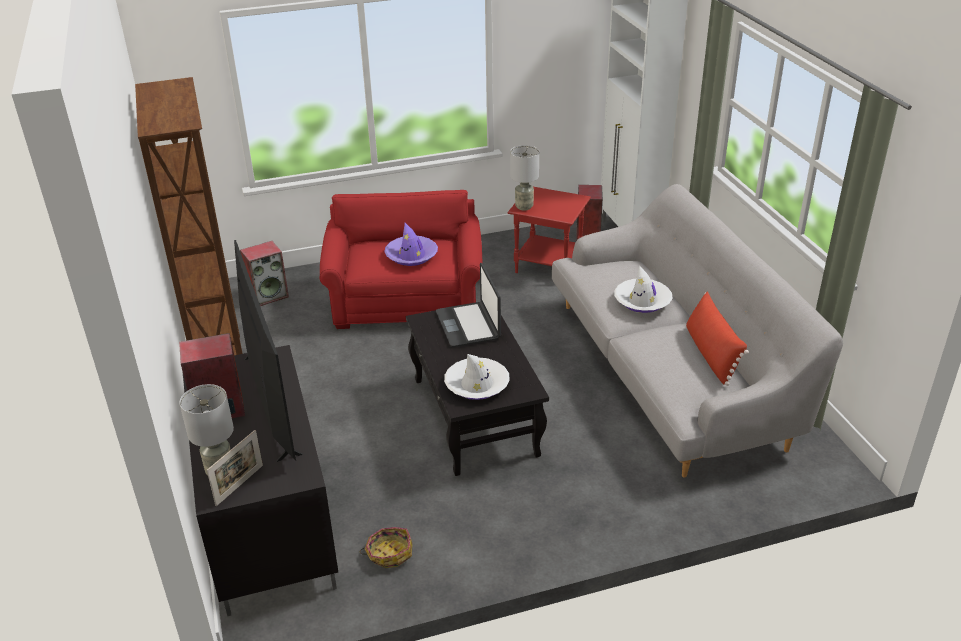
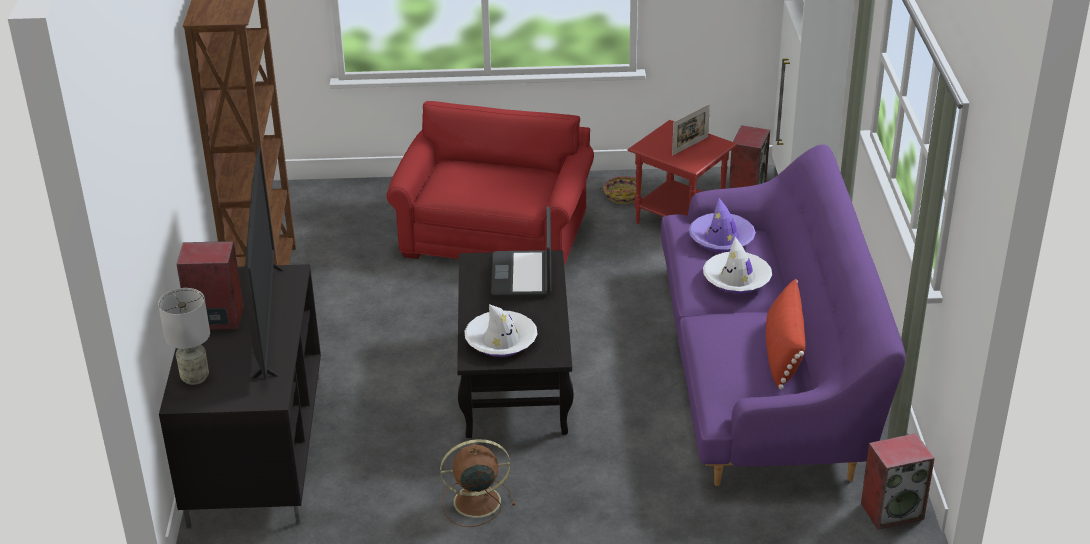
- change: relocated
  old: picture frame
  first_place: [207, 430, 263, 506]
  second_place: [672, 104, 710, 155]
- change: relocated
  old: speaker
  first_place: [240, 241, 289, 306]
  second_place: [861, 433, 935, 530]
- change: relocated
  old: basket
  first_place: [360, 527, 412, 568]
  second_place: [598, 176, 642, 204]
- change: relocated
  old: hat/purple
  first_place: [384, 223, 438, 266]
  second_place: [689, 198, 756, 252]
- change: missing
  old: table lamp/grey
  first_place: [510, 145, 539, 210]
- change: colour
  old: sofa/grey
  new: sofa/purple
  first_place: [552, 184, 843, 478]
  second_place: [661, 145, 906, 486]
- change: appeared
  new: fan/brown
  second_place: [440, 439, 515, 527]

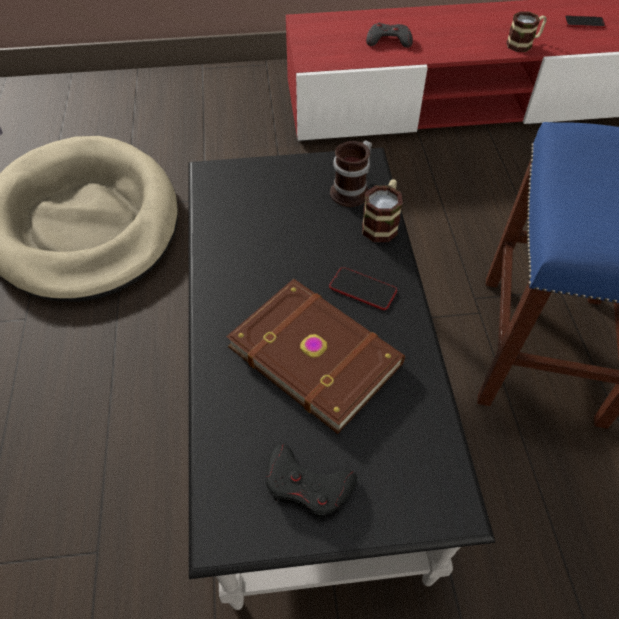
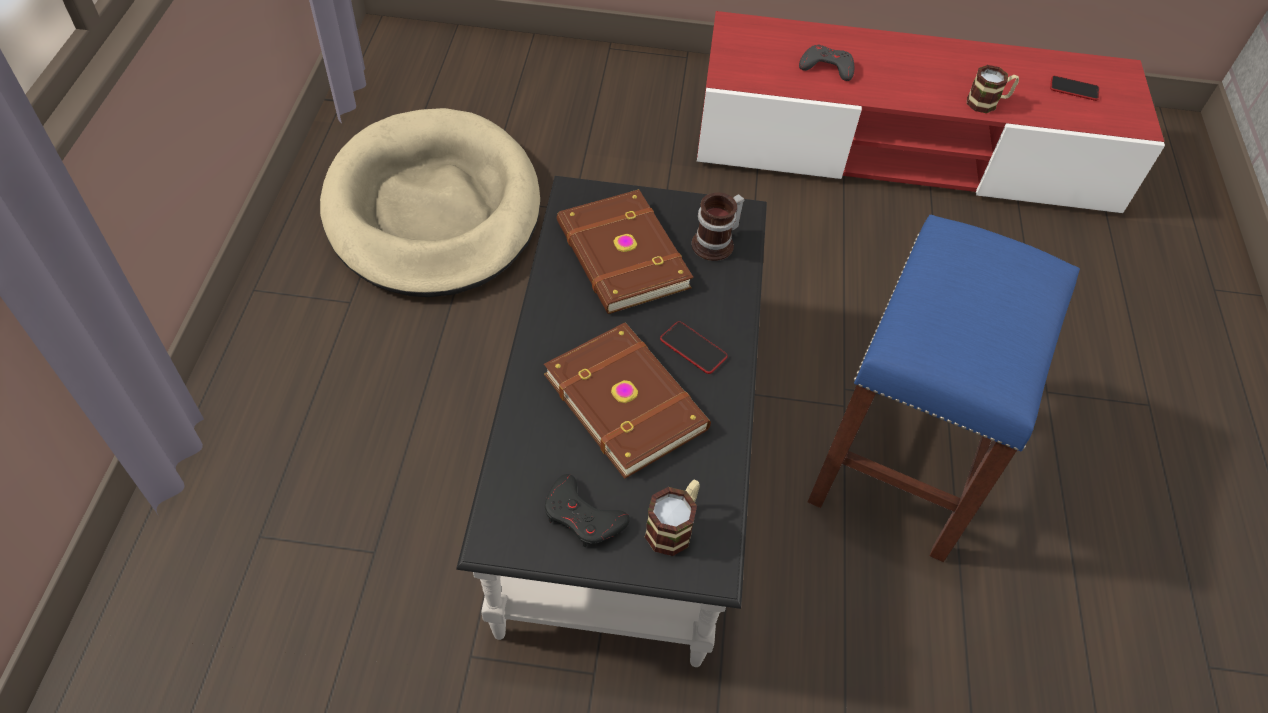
- change: relocated
  old: mug
  first_place: [362, 179, 403, 242]
  second_place: [645, 480, 700, 556]
- change: appeared
  new: book/brown
  second_place: [557, 189, 693, 314]

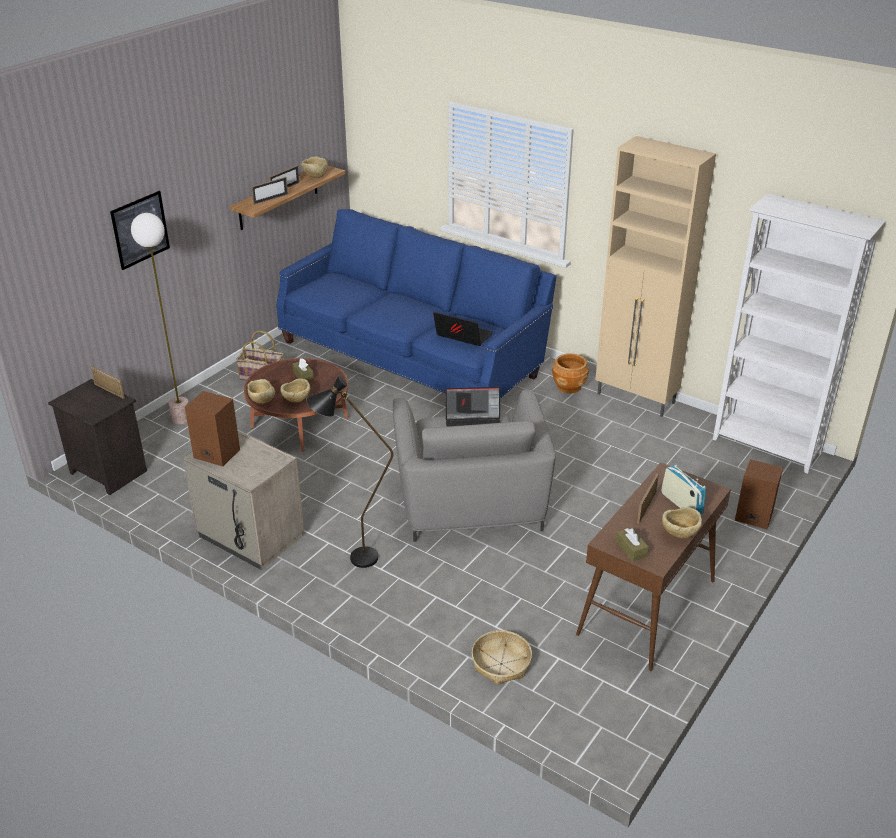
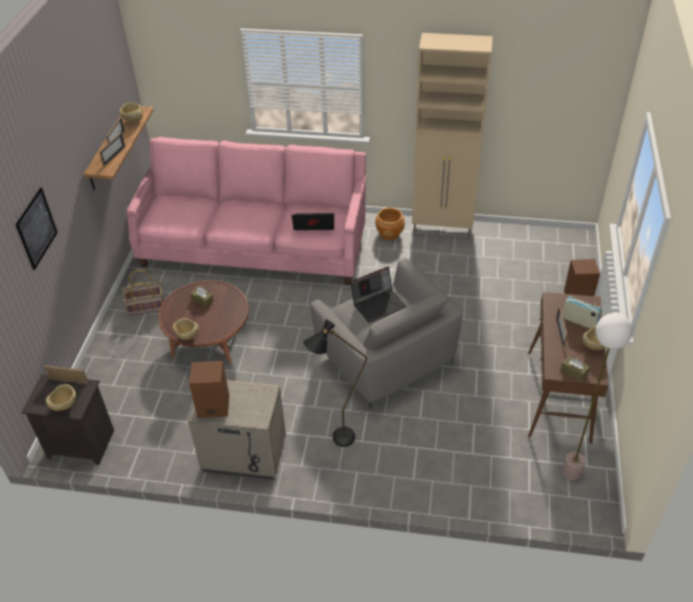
- change: relocated
  old: floor lamp
  first_place: [131, 213, 189, 424]
  second_place: [562, 313, 633, 480]
- change: colour
  old: sofa/blue
  new: sofa/pink
  first_place: [276, 209, 557, 399]
  second_place: [126, 137, 367, 285]
- change: relocated
  old: bowl/beige
  first_place: [281, 379, 310, 402]
  second_place: [46, 384, 76, 411]
- change: missing
  old: basket
  first_place: [472, 630, 532, 685]
- change: missing
  old: bookcase/white
  first_place: [713, 193, 886, 474]

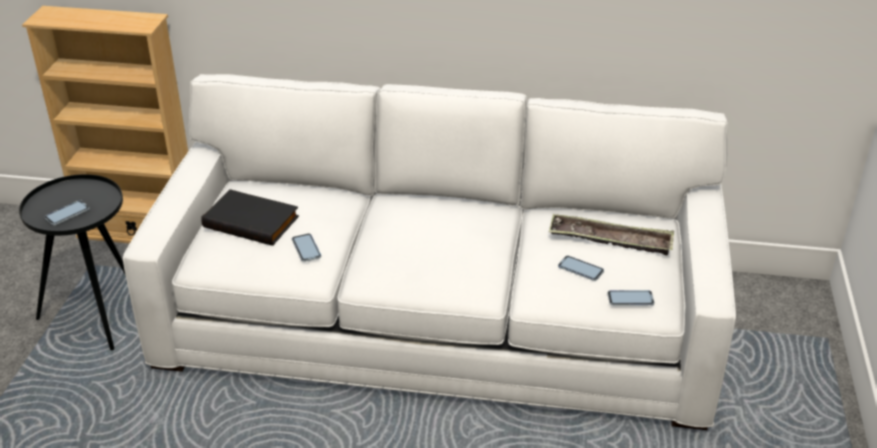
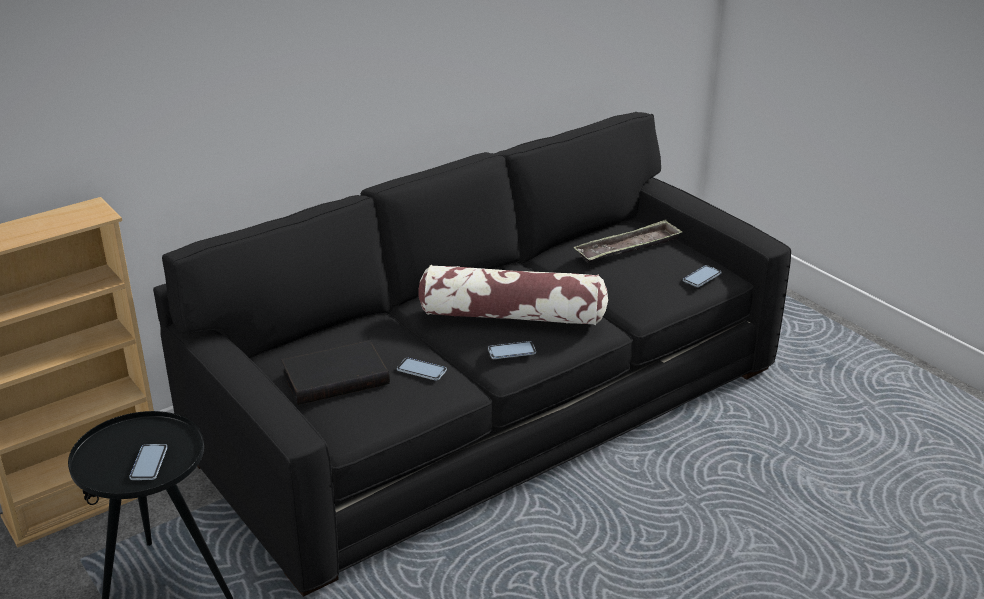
- change: colour
  old: sofa/white
  new: sofa/black
  first_place: [123, 74, 736, 430]
  second_place: [153, 112, 791, 597]
- change: relocated
  old: phone
  first_place: [558, 256, 604, 281]
  second_place: [488, 341, 536, 359]
- change: appeared
  new: pillow
  second_place: [418, 265, 608, 325]

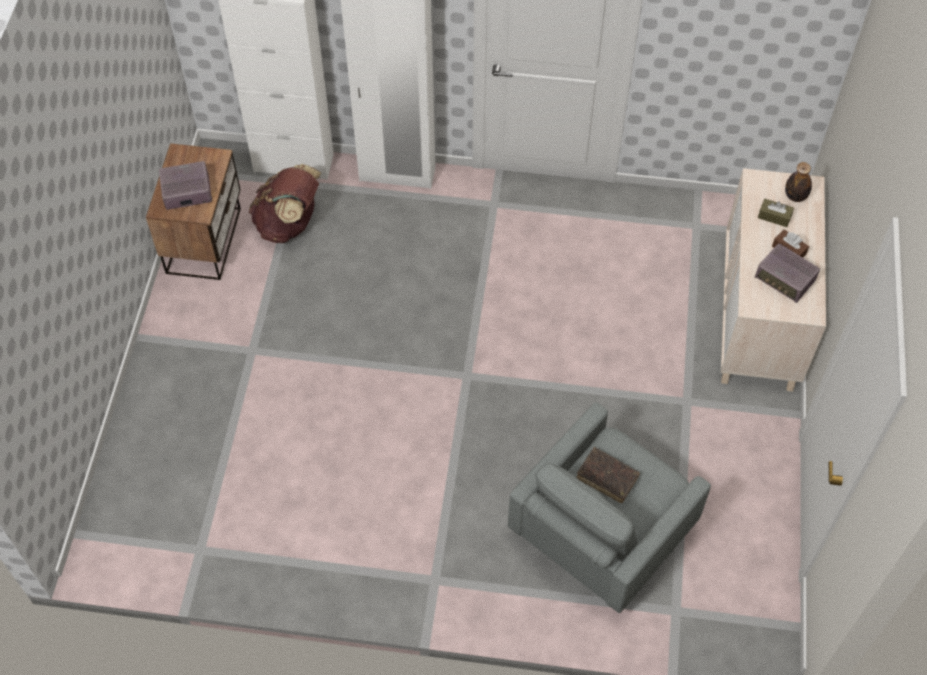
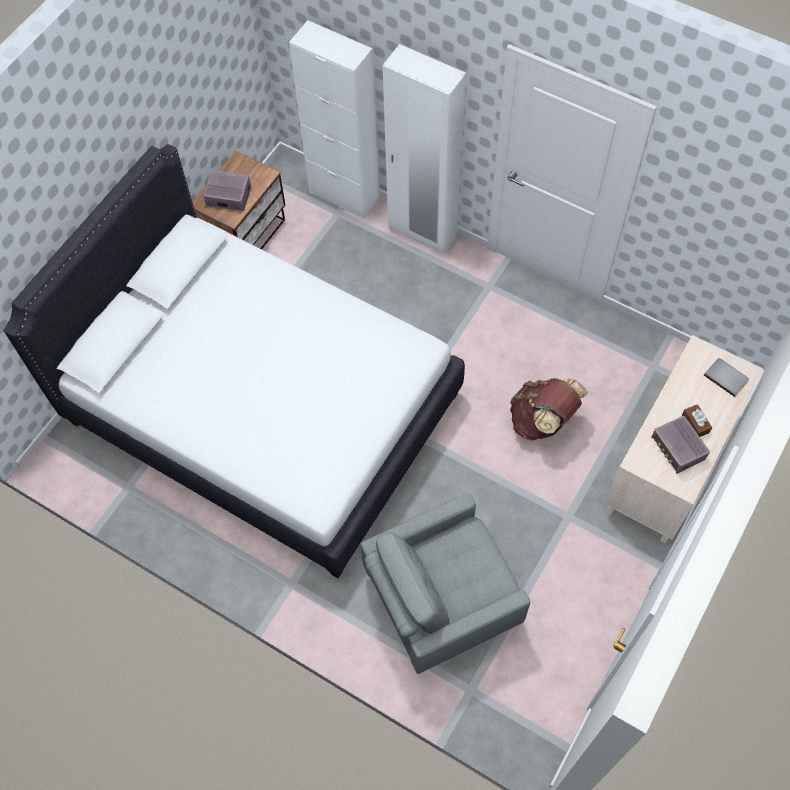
- change: relocated
  old: backpack/brown
  first_place: [249, 164, 321, 243]
  second_place: [510, 378, 588, 440]
- change: missing
  old: book/brown
  first_place: [576, 447, 640, 503]
- change: missing
  old: tissue box/brown
  first_place: [758, 199, 794, 227]
- change: exchanged
  old: bottle
  new: book/grey
  first_place: [785, 162, 812, 202]
  second_place: [704, 358, 749, 397]
- change: appeared
  new: bed/white
  second_place: [3, 144, 465, 578]

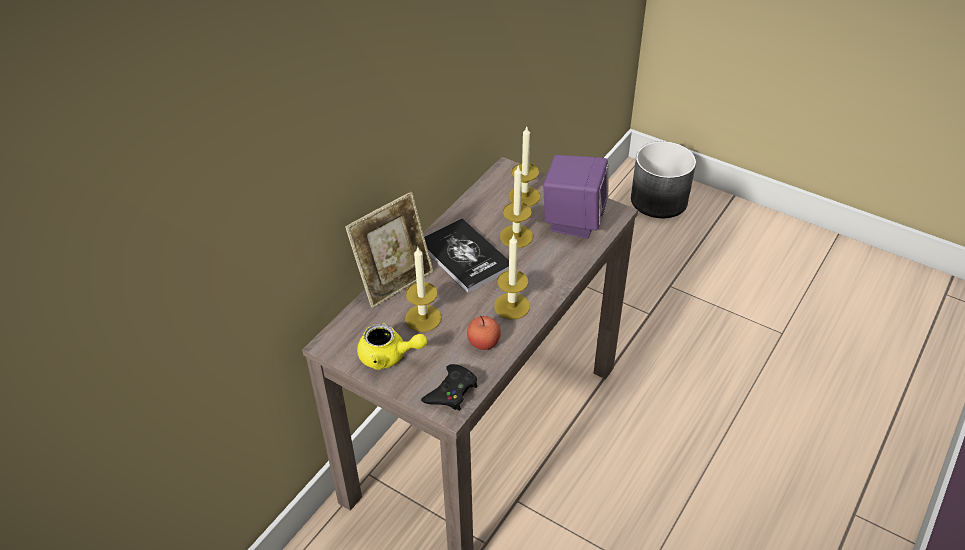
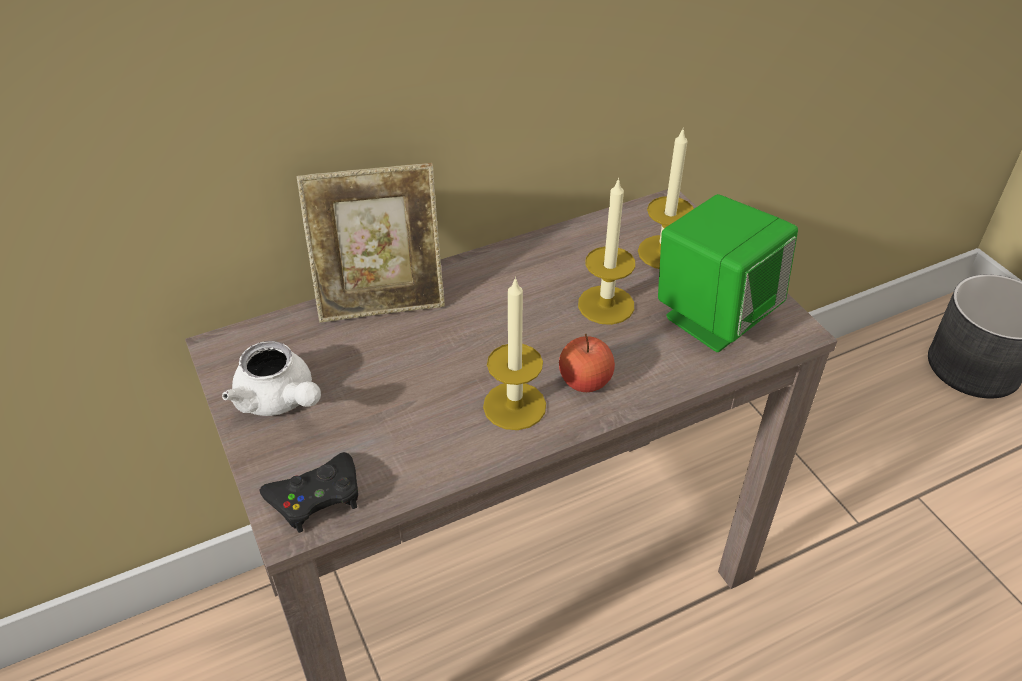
- change: colour
  old: teapot/yellow
  new: teapot/white
  first_place: [357, 323, 427, 370]
  second_place: [222, 341, 321, 416]
- change: missing
  old: candle
  first_place: [405, 247, 442, 332]
- change: missing
  old: book
  first_place: [424, 218, 509, 293]
- change: relocated
  old: apple
  first_place: [467, 316, 501, 350]
  second_place: [559, 334, 615, 392]
- change: colour
  old: speaker/purple
  new: speaker/green
  first_place: [543, 155, 609, 239]
  second_place: [658, 194, 798, 352]

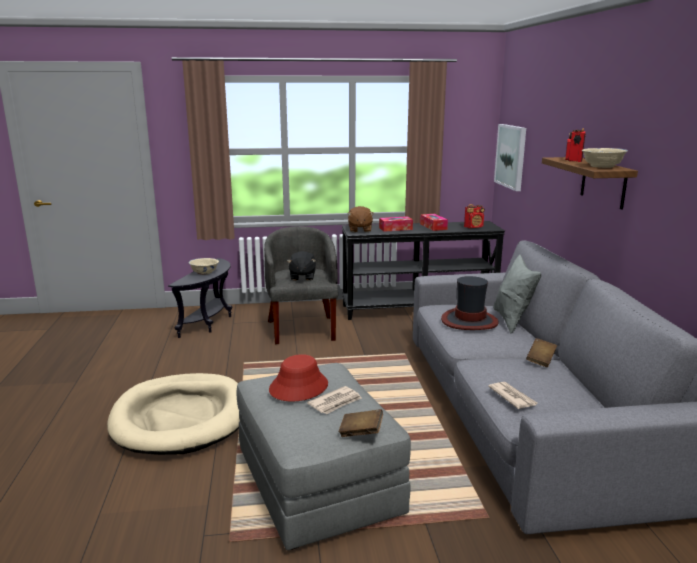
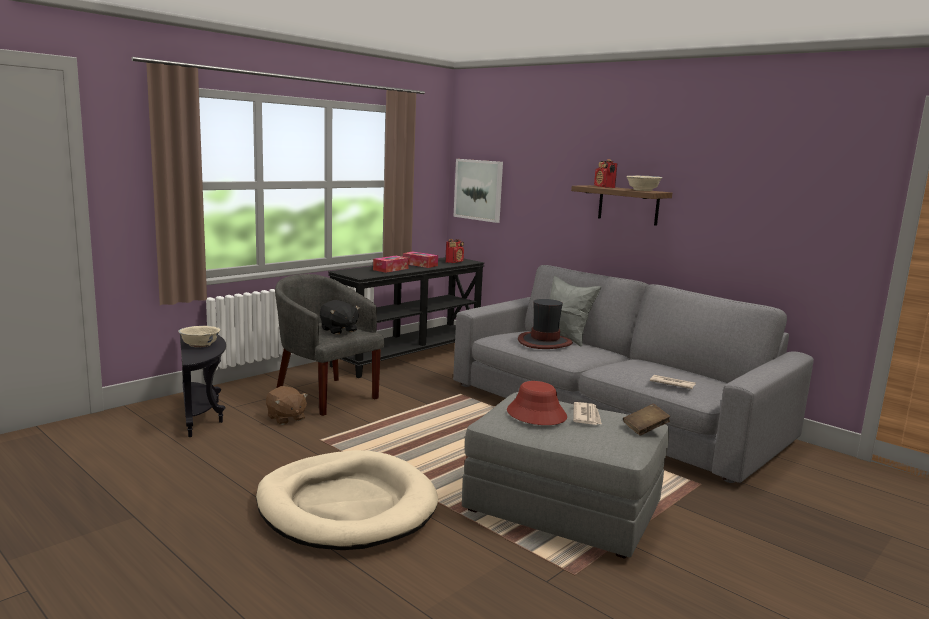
- change: relocated
  old: plush toy/brown
  first_place: [347, 206, 374, 232]
  second_place: [266, 386, 308, 425]
- change: missing
  old: book/brown
  first_place: [526, 338, 557, 367]

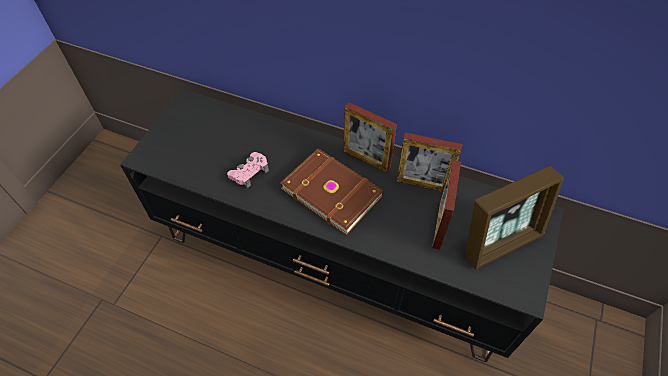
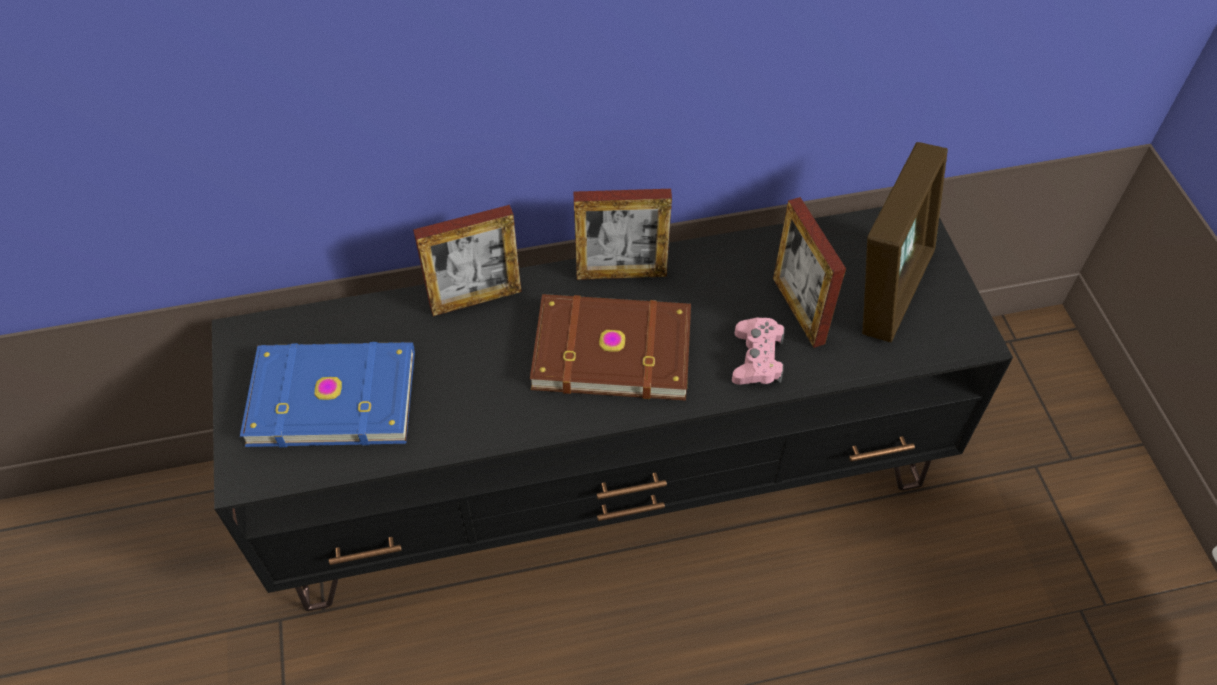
- change: relocated
  old: game controller/pink
  first_place: [227, 152, 269, 188]
  second_place: [732, 318, 785, 385]
- change: relocated
  old: picture frame
  first_place: [396, 133, 463, 192]
  second_place: [413, 205, 522, 316]
- change: appeared
  new: book/blue
  second_place: [240, 342, 415, 447]

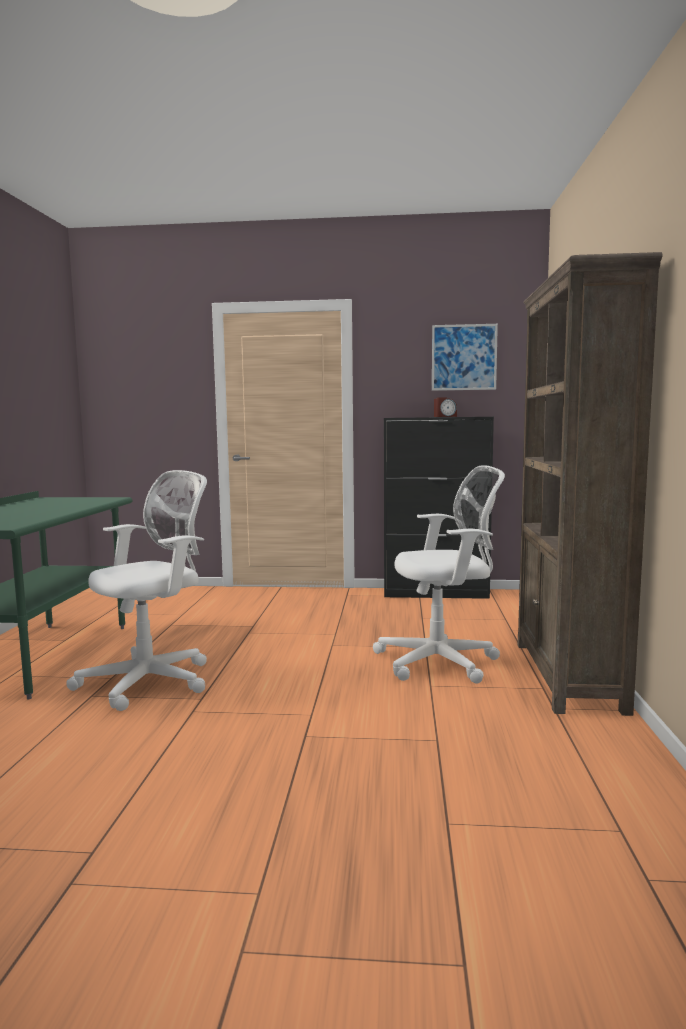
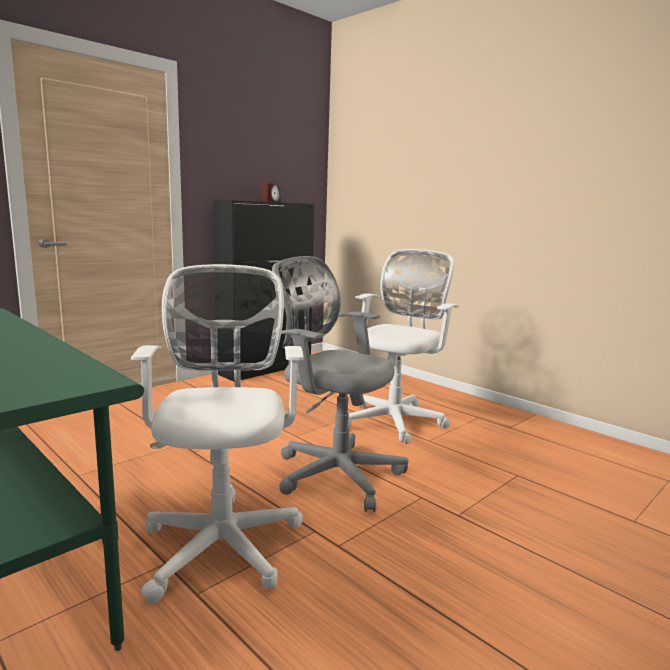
- change: missing
  old: picture
  first_place: [432, 324, 498, 391]
- change: missing
  old: bookcase/brown
  first_place: [518, 252, 663, 716]
- change: appeared
  new: office chair/grey
  second_place: [272, 256, 409, 512]

